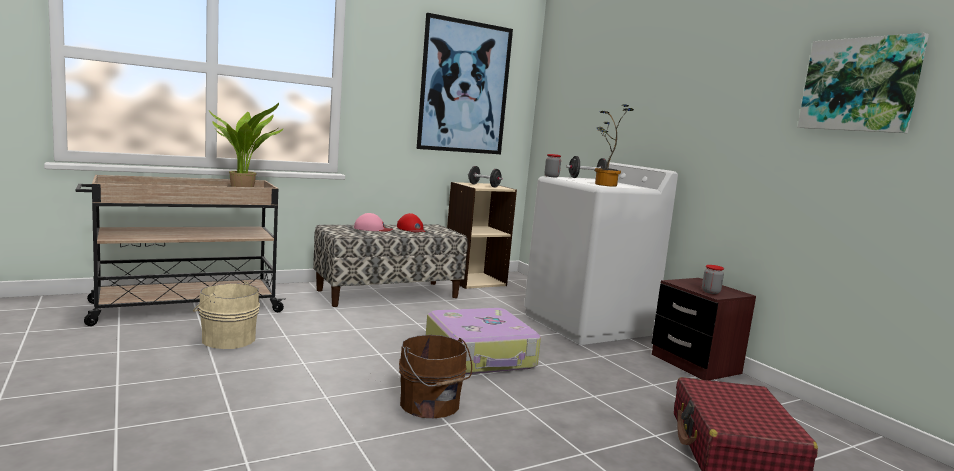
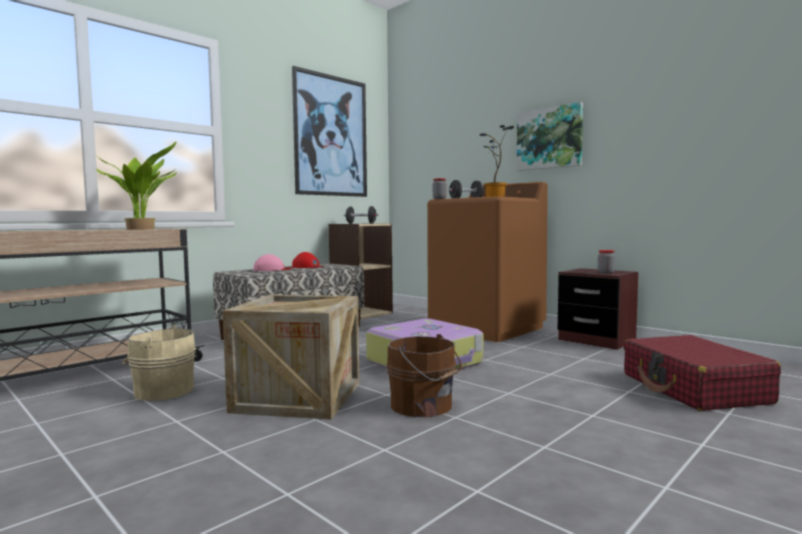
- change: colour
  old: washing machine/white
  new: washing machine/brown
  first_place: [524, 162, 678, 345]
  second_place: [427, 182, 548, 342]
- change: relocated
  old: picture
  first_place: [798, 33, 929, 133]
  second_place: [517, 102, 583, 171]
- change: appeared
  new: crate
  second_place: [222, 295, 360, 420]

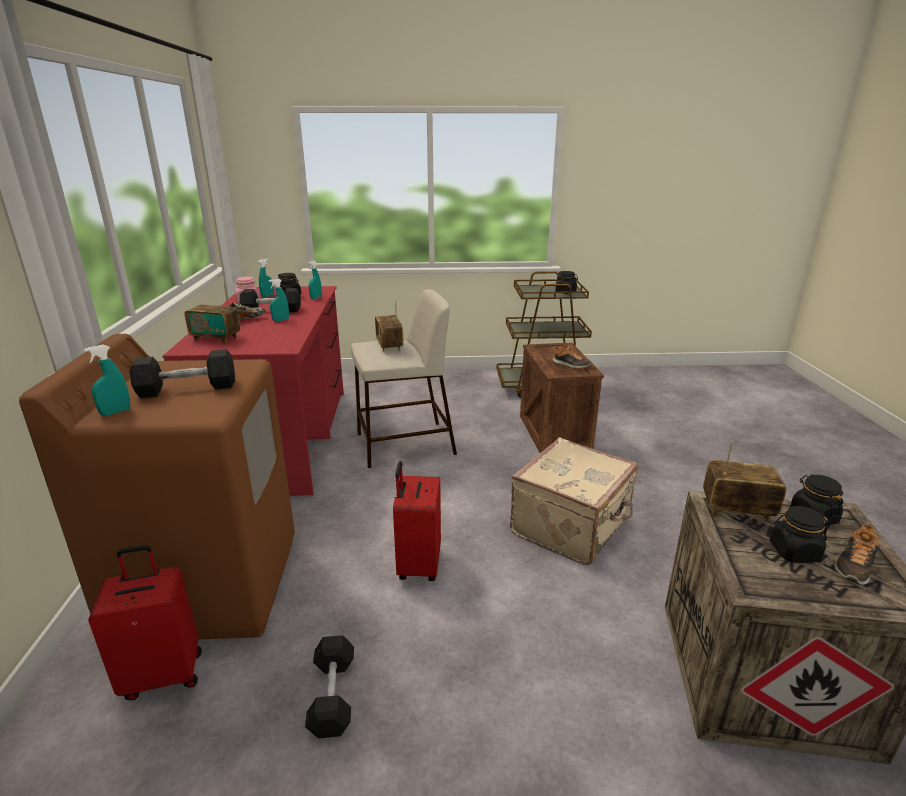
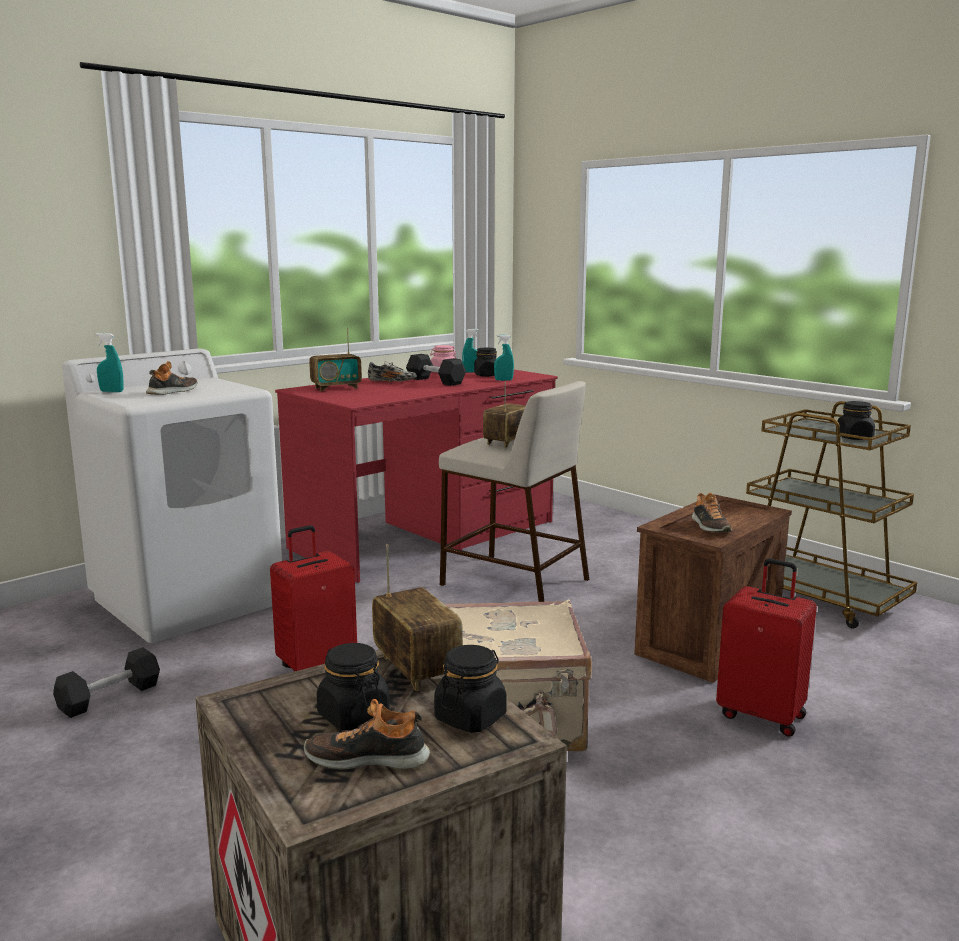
- change: colour
  old: washing machine/brown
  new: washing machine/white
  first_place: [19, 334, 295, 640]
  second_place: [62, 348, 282, 643]
- change: relocated
  old: suitcase/red
  first_place: [88, 545, 202, 700]
  second_place: [716, 558, 817, 737]
- change: exchanged
  old: dumbbell/black
  new: shoe
  first_place: [130, 349, 235, 398]
  second_place: [146, 361, 197, 395]
- change: spun
  old: radio
  first_place: [184, 282, 241, 343]
  second_place: [309, 328, 362, 391]
  degrees: -90
- change: missing
  old: spray bottle/turquoise
  first_place: [269, 279, 289, 321]

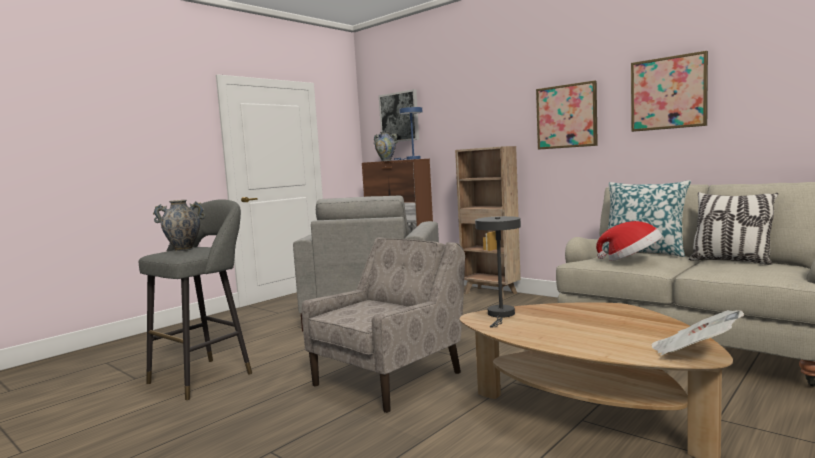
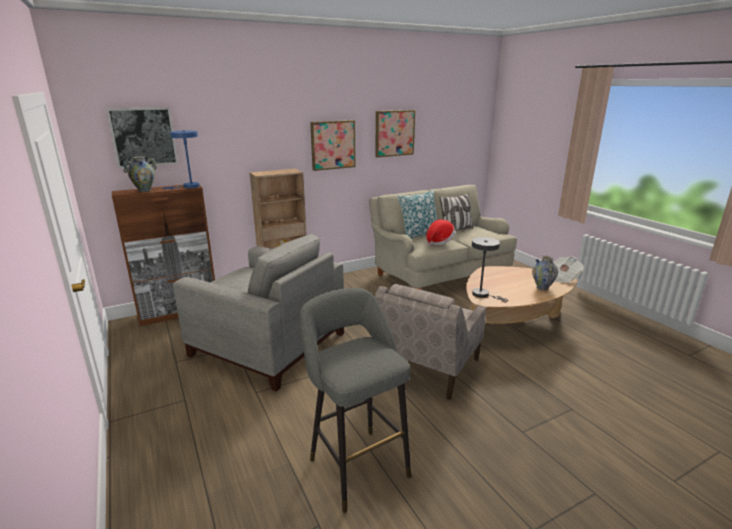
- change: relocated
  old: vase
  first_place: [153, 200, 205, 251]
  second_place: [532, 255, 558, 291]
- change: spun
  old: armchair/beige
  first_place: [302, 237, 465, 413]
  second_place: [375, 284, 486, 400]
  degrees: -120

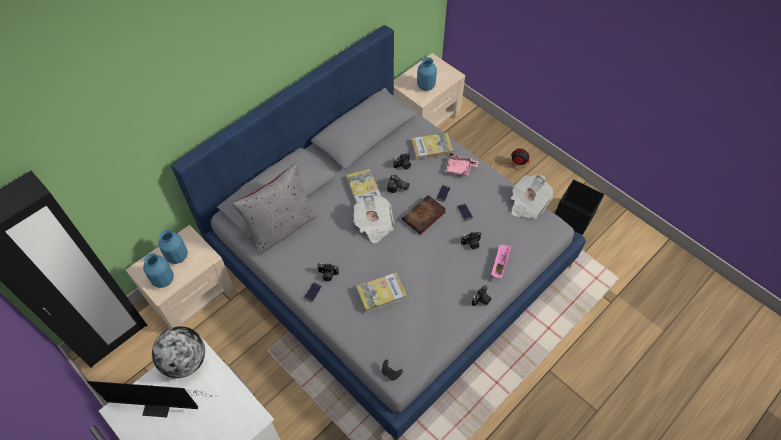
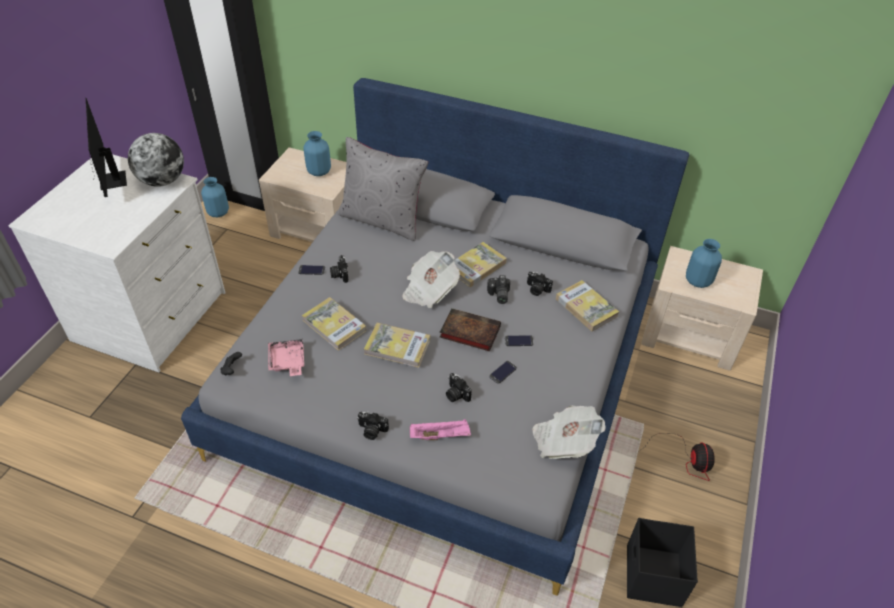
- change: relocated
  old: vase/blue
  first_place: [143, 253, 174, 288]
  second_place: [201, 177, 229, 217]
- change: relocated
  old: tray/pink
  first_place: [445, 153, 479, 176]
  second_place: [268, 337, 304, 376]
- change: appeared
  new: book
  second_place: [364, 323, 430, 368]

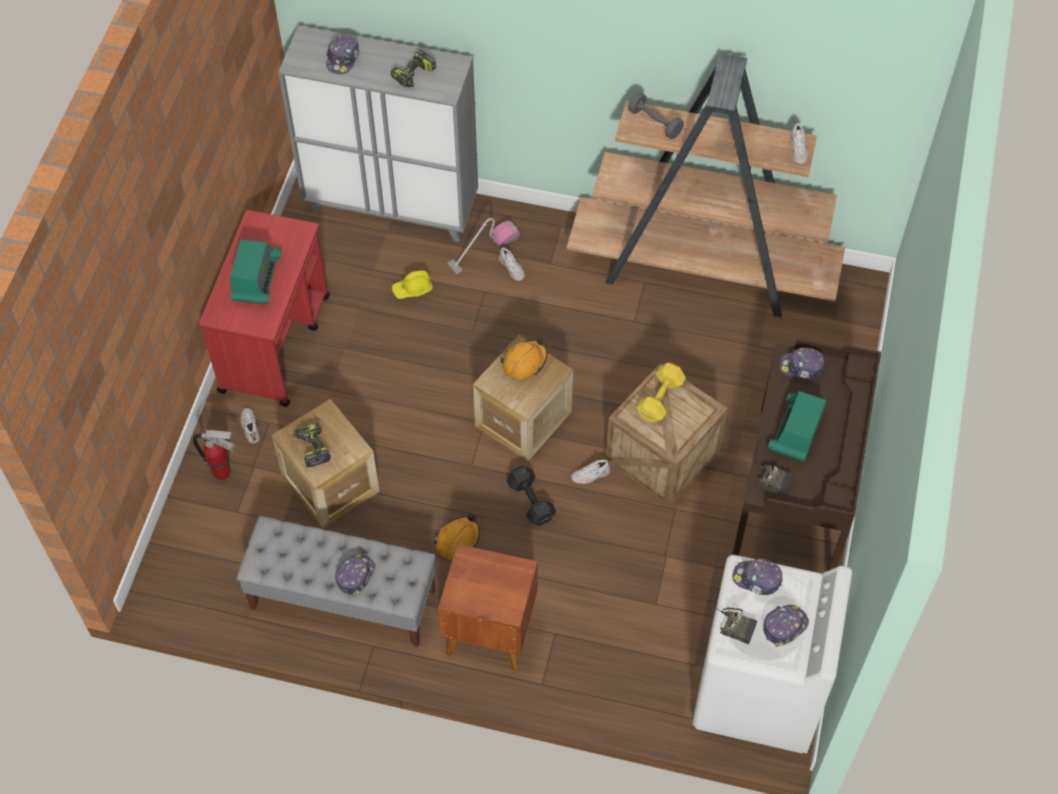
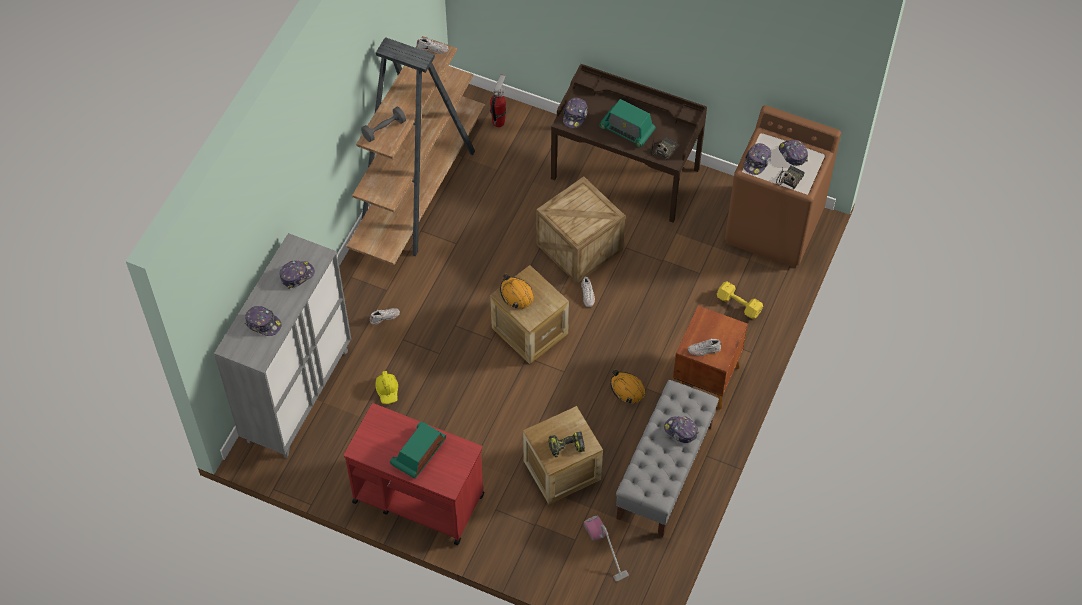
- change: relocated
  old: fire extinguisher
  first_place: [193, 430, 235, 480]
  second_place: [490, 74, 506, 128]
- change: spun
  old: radio
  first_place: [230, 239, 281, 304]
  second_place: [390, 422, 446, 479]
  degrees: -75
- change: relocated
  old: shoe/white
  first_place: [241, 408, 259, 443]
  second_place: [688, 338, 721, 356]
- change: exchanged
  old: power drill
  new: cap
  first_place: [391, 50, 436, 87]
  second_place: [280, 261, 315, 289]
- change: relocated
  old: vacuum cleaner
  first_place: [448, 218, 520, 274]
  second_place: [584, 516, 629, 582]
- change: missing
  old: dumbbell/black
  first_place: [506, 466, 556, 526]
- change: relocated
  old: dumbbell/yellow
  first_place: [636, 363, 686, 423]
  second_place: [717, 281, 763, 319]
- change: colour
  old: washing machine/white
  new: washing machine/brown
  first_place: [692, 555, 852, 754]
  second_place: [725, 105, 841, 268]

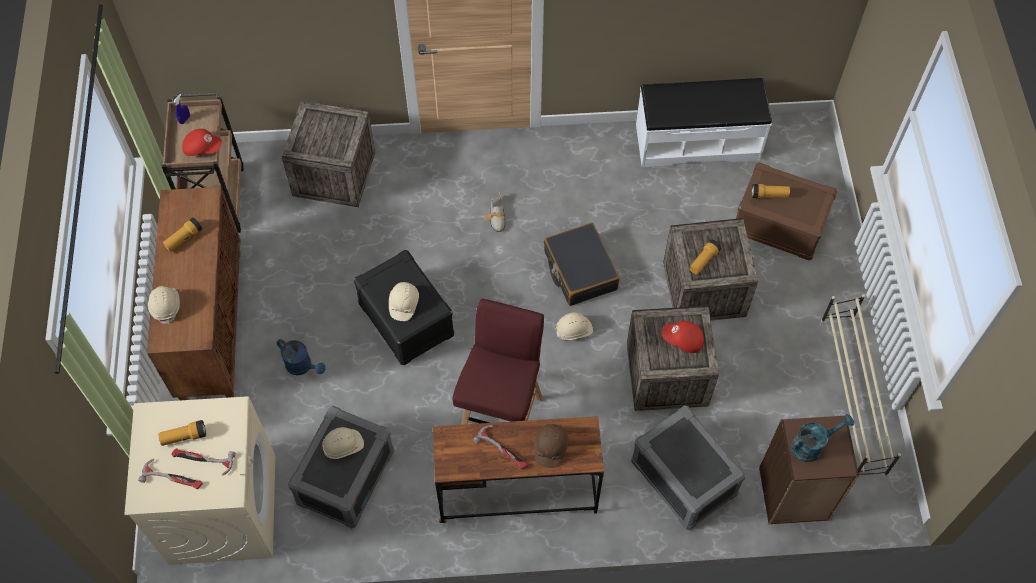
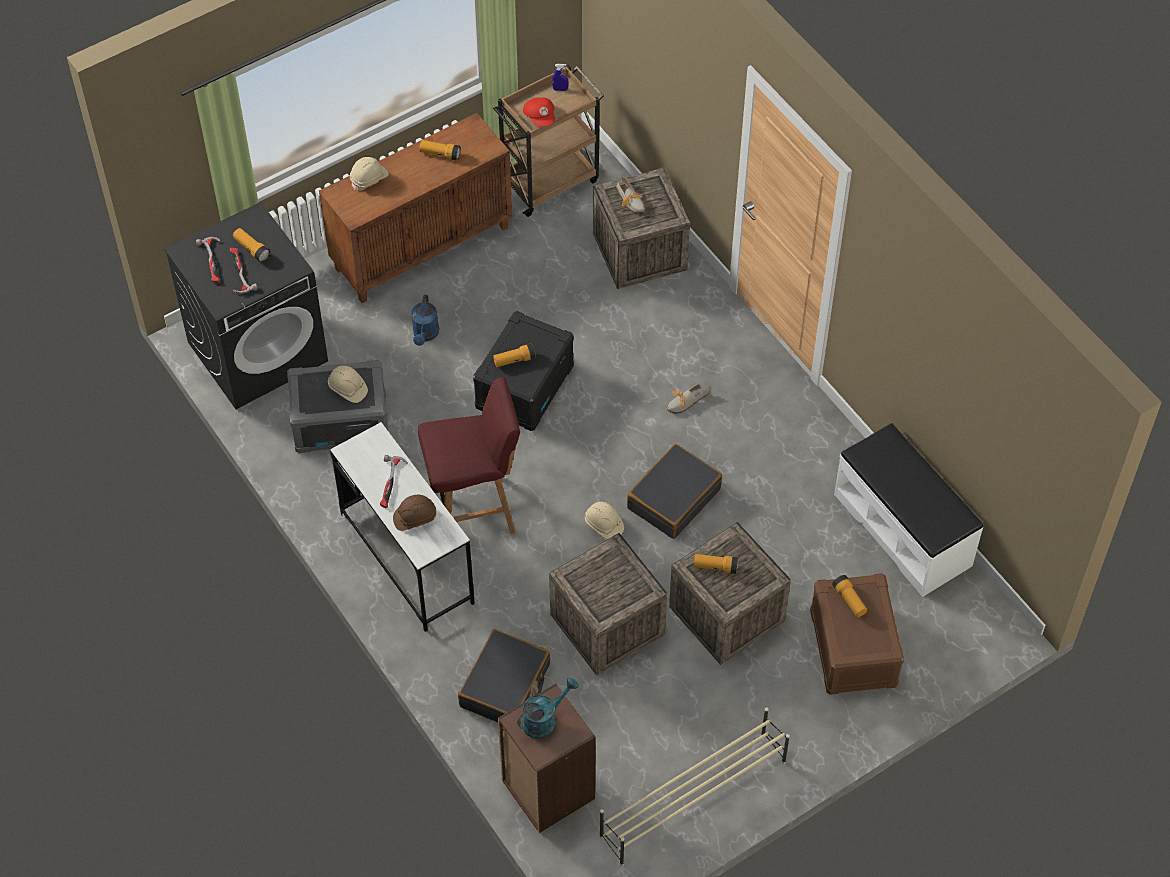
- change: colour
  old: washing machine/beige
  new: washing machine/black
  first_place: [124, 396, 275, 565]
  second_place: [164, 202, 328, 409]
- change: exchanged
  old: hard hat/beige
  new: flashlight
  first_place: [389, 282, 419, 321]
  second_place: [493, 344, 536, 367]
- change: colour
  old: desk/brown
  new: desk/white
  first_place: [433, 416, 604, 523]
  second_place: [330, 422, 475, 632]
- change: exchanged
  old: storage box/grey
  new: suitcase/black
  first_place: [631, 406, 746, 530]
  second_place: [458, 629, 550, 722]
- change: missing
  old: cap/red
  first_place: [662, 321, 704, 353]
- change: spun
  old: watering can/turquoise
  first_place: [790, 414, 854, 462]
  second_place: [517, 677, 579, 739]
  degrees: -75
- change: appeared
  new: shoe
  second_place: [616, 174, 645, 213]

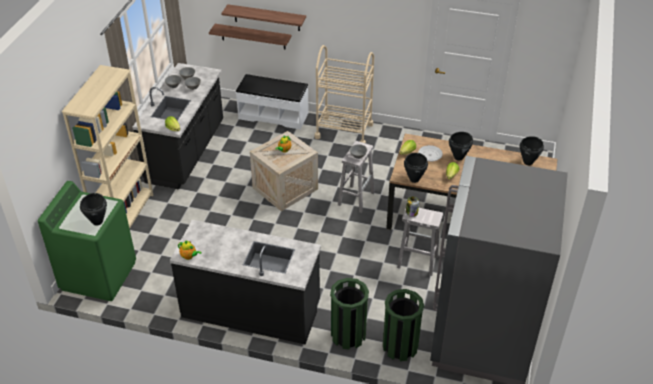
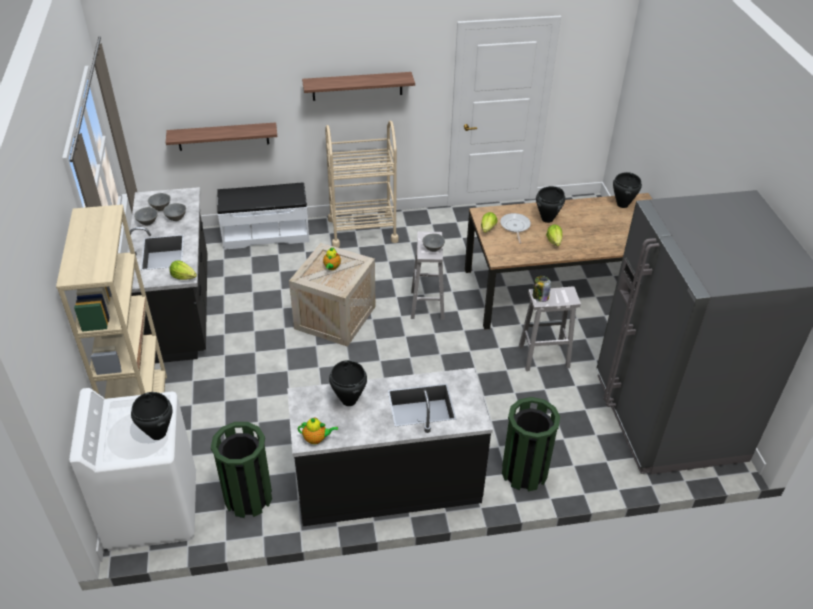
- change: colour
  old: washing machine/green
  new: washing machine/white
  first_place: [38, 181, 136, 301]
  second_place: [69, 388, 196, 551]
- change: relocated
  old: shelf
  first_place: [221, 4, 306, 31]
  second_place: [302, 72, 415, 101]
- change: relocated
  old: trash can/green
  first_place: [383, 289, 424, 361]
  second_place: [211, 422, 272, 518]
- change: relocated
  old: cooking pot/black
  first_place: [404, 153, 428, 183]
  second_place: [329, 360, 367, 406]

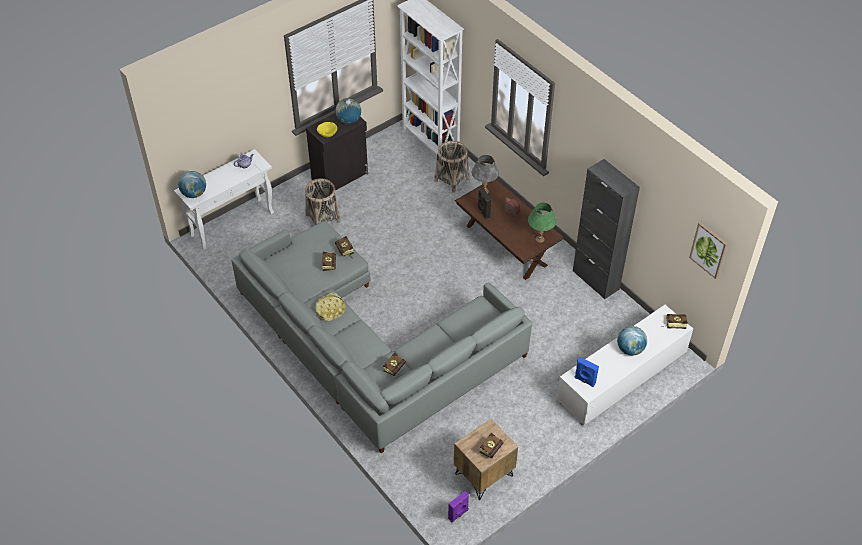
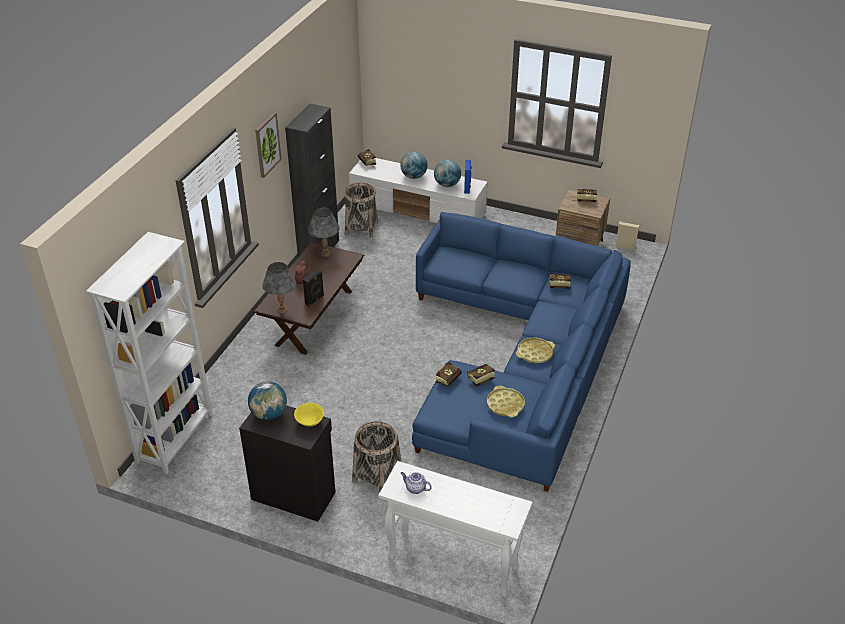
- change: relocated
  old: globe
  first_place: [178, 171, 206, 198]
  second_place: [434, 160, 461, 187]
- change: colour
  old: sofa/grey
  new: sofa/blue
  first_place: [231, 221, 532, 453]
  second_place: [412, 212, 631, 492]
- change: relocated
  old: basket
  first_place: [434, 141, 470, 193]
  second_place: [344, 182, 378, 238]
- change: colour
  old: speaker/purple
  new: speaker/beige
  first_place: [448, 491, 469, 523]
  second_place: [616, 221, 640, 250]
- change: colour
  old: table lamp/green
  new: table lamp/grey
  first_place: [528, 203, 556, 243]
  second_place: [308, 208, 339, 257]
- change: relocated
  old: picture
  first_place: [689, 222, 728, 279]
  second_place: [255, 112, 282, 178]
- change: appeared
  new: tray/yellow
  second_place: [487, 386, 525, 417]

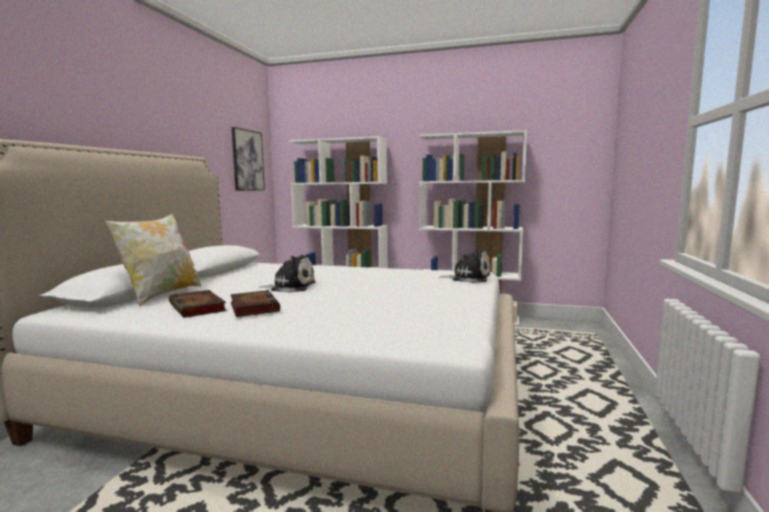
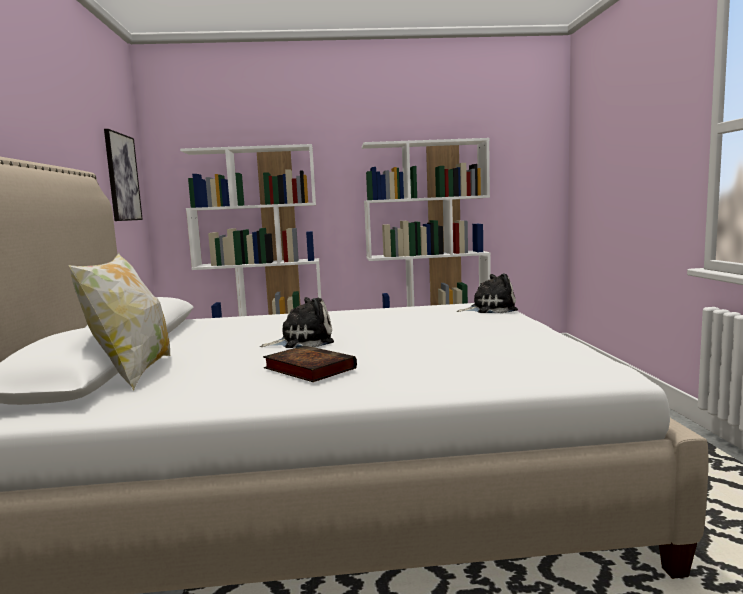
- change: missing
  old: book
  first_place: [169, 290, 227, 318]

